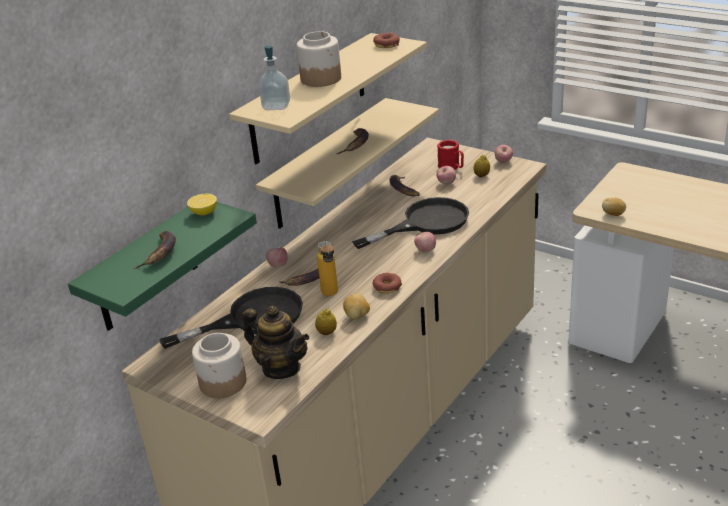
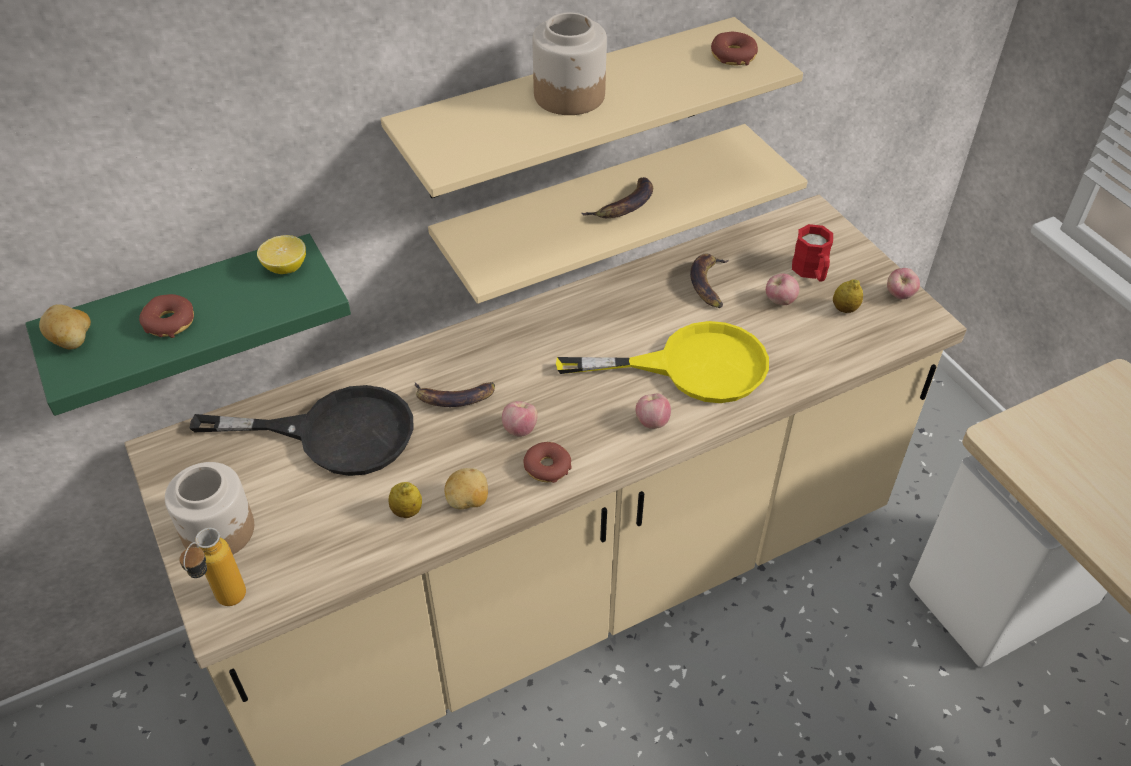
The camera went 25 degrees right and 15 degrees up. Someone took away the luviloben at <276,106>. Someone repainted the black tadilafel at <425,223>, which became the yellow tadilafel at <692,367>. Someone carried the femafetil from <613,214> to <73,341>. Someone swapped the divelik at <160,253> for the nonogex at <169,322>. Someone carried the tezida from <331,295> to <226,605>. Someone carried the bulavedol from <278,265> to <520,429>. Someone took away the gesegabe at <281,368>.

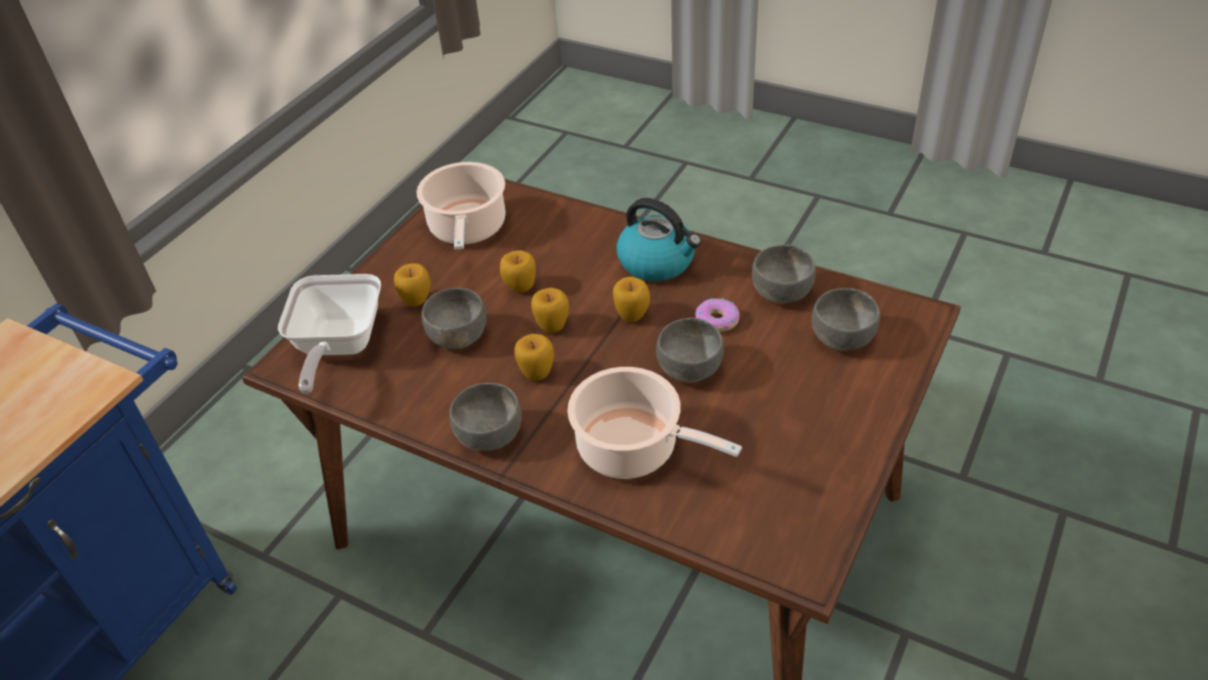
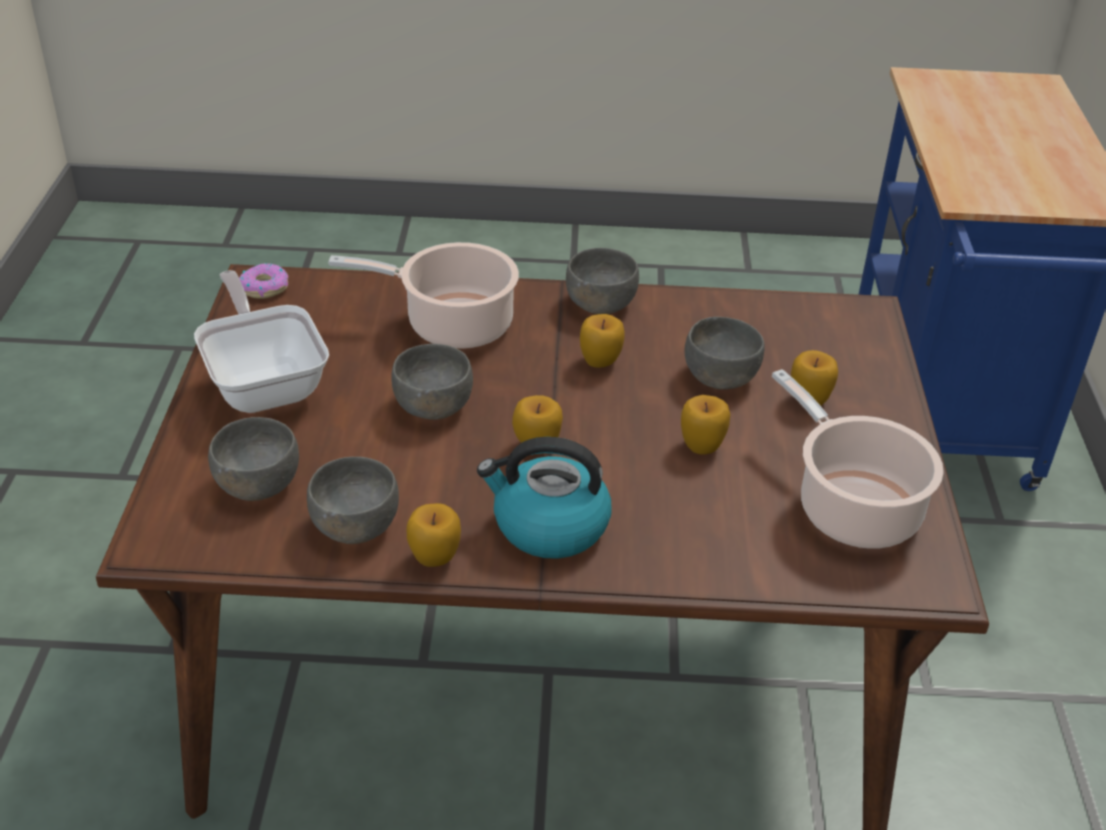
The camera went 150 degrees right and 5 degrees down. Someone carried the tadilafel from <337,347> to <264,382>. Someone carried the bulavedol from <552,326> to <434,559>. Someone carried the nonogex from <716,321> to <264,287>.

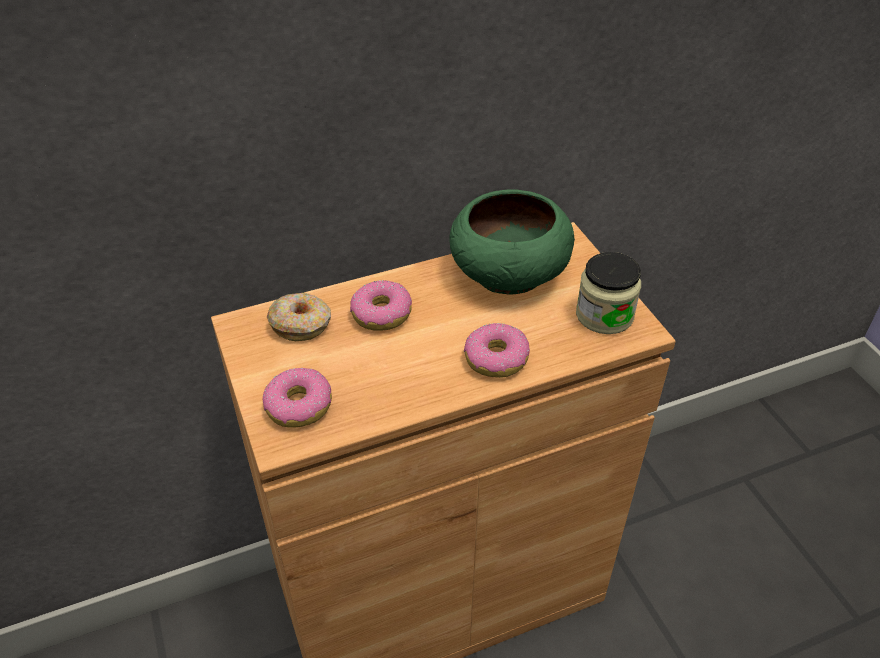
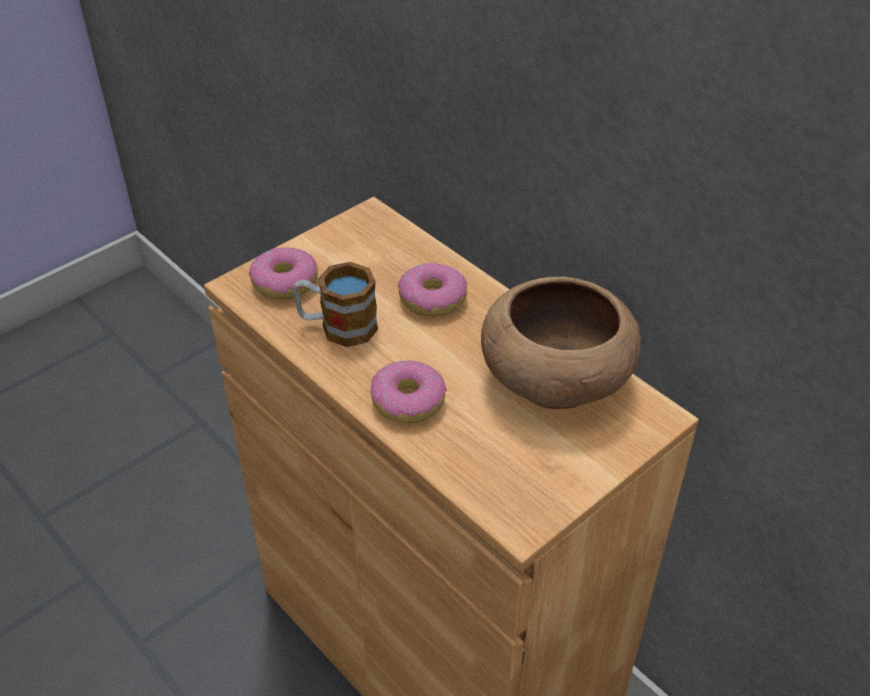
The camera went 70 degrees right and 0 degrees up. Someone repainted the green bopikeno at <507,273>, which became the brown bopikeno at <555,378>. Someone took away the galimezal at <604,315>. Someone took away the nonogex at <301,324>. Someone put down the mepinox at <337,326>.

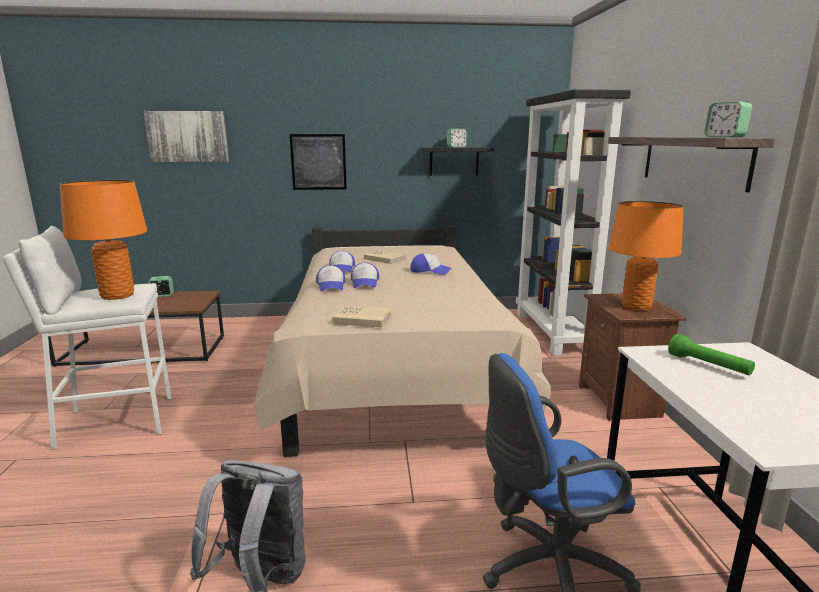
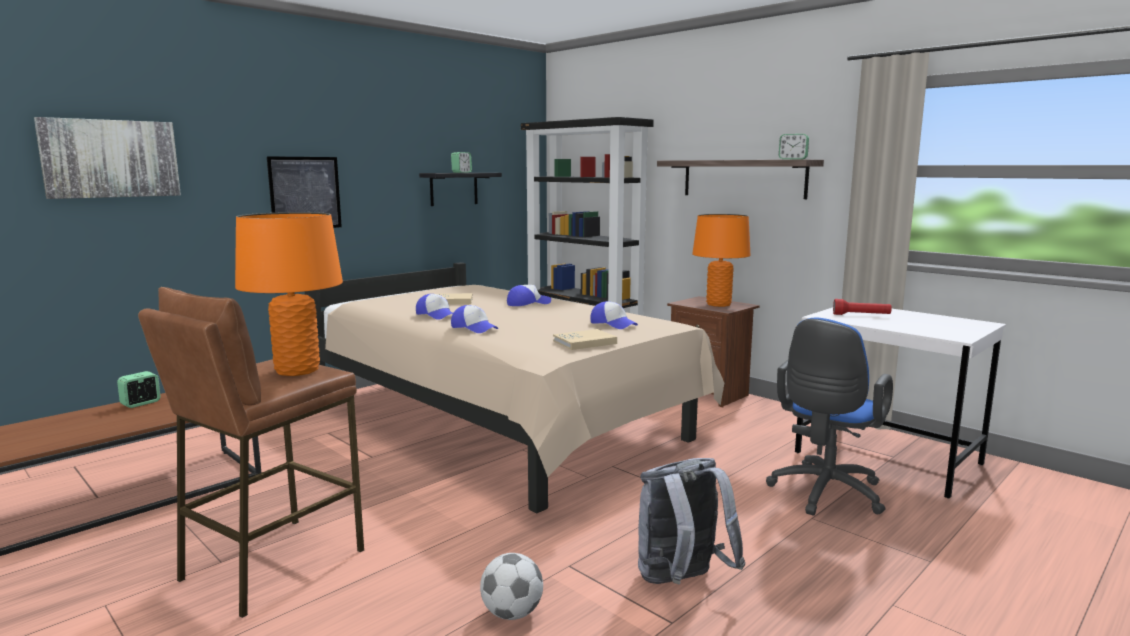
The camera went 40 degrees left and 5 degrees down. Someone repainted the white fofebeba at <116,421>, which became the brown fofebeba at <272,564>. Someone carried the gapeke from <365,283> to <613,324>. Someone repainted the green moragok at <708,366>, which became the red moragok at <861,315>. Someone put down the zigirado at <512,613>.

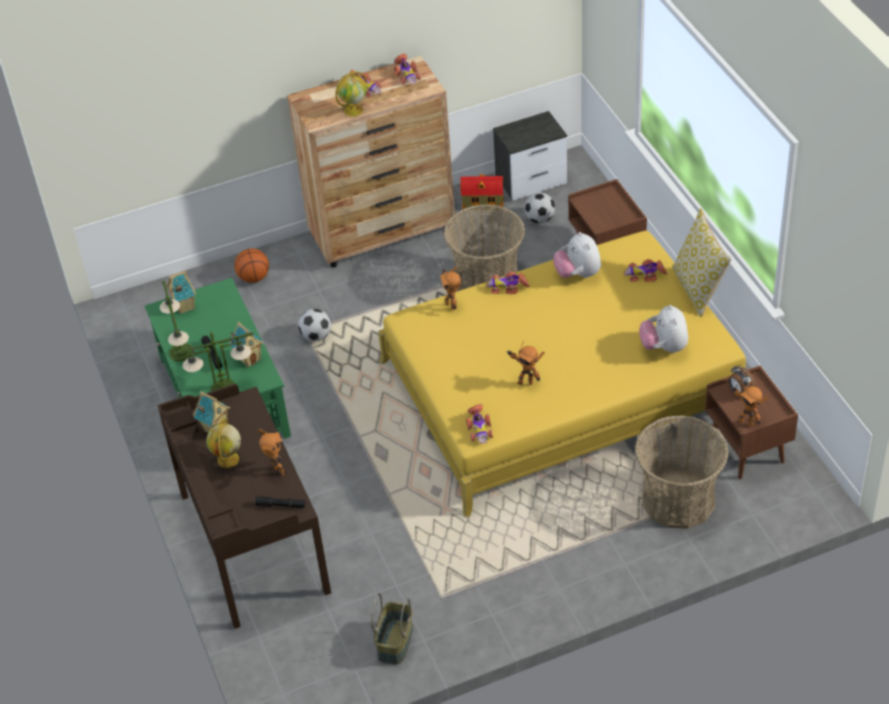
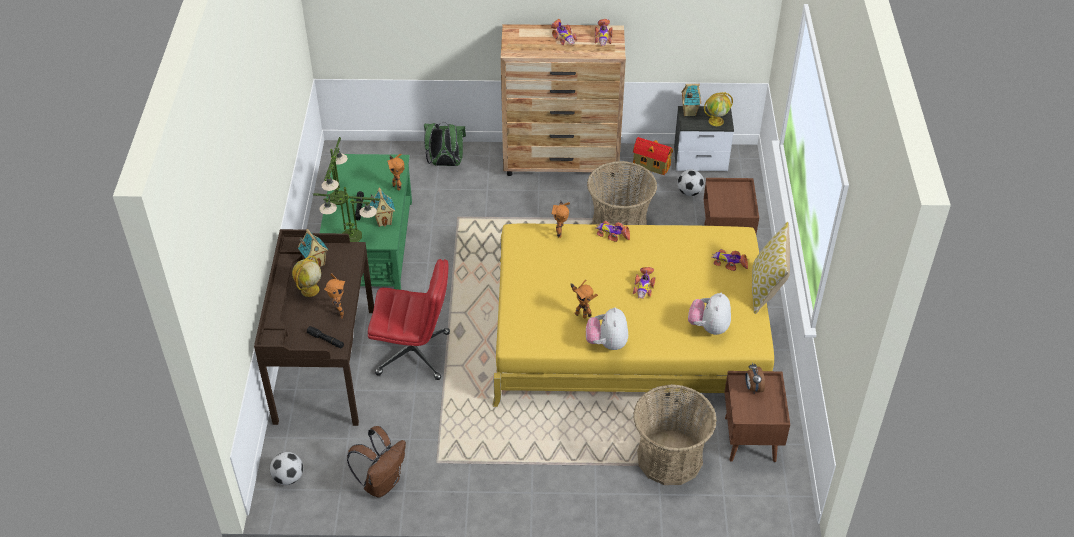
The camera went 20 degrees right and 0 degrees up. Someone carried the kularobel from <354,110> to <716,121>. Someone carried the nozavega from <578,274> to <607,343>. Someone swapped the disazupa at <254,278> for the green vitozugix at <445,163>. Someone carried the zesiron from <184,307> to <688,112>. Someone carried the zigirado from <316,336> to <288,477>. Someone carried the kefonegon from <746,421> to <397,186>. Someone carried the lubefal from <479,428> to <644,286>. Someone swapped the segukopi at <394,641> for the brown vitozugix at <382,483>. Someone put down the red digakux at <414,353>.

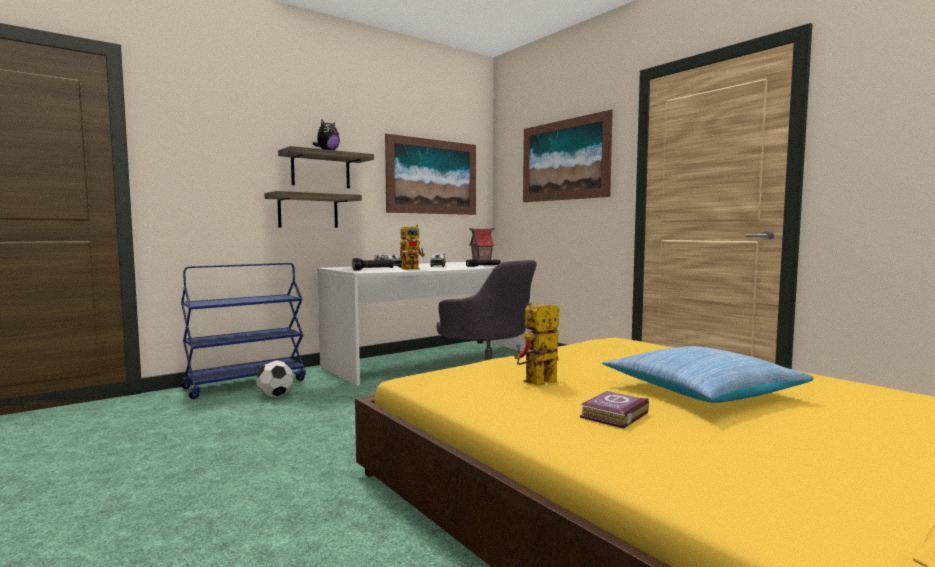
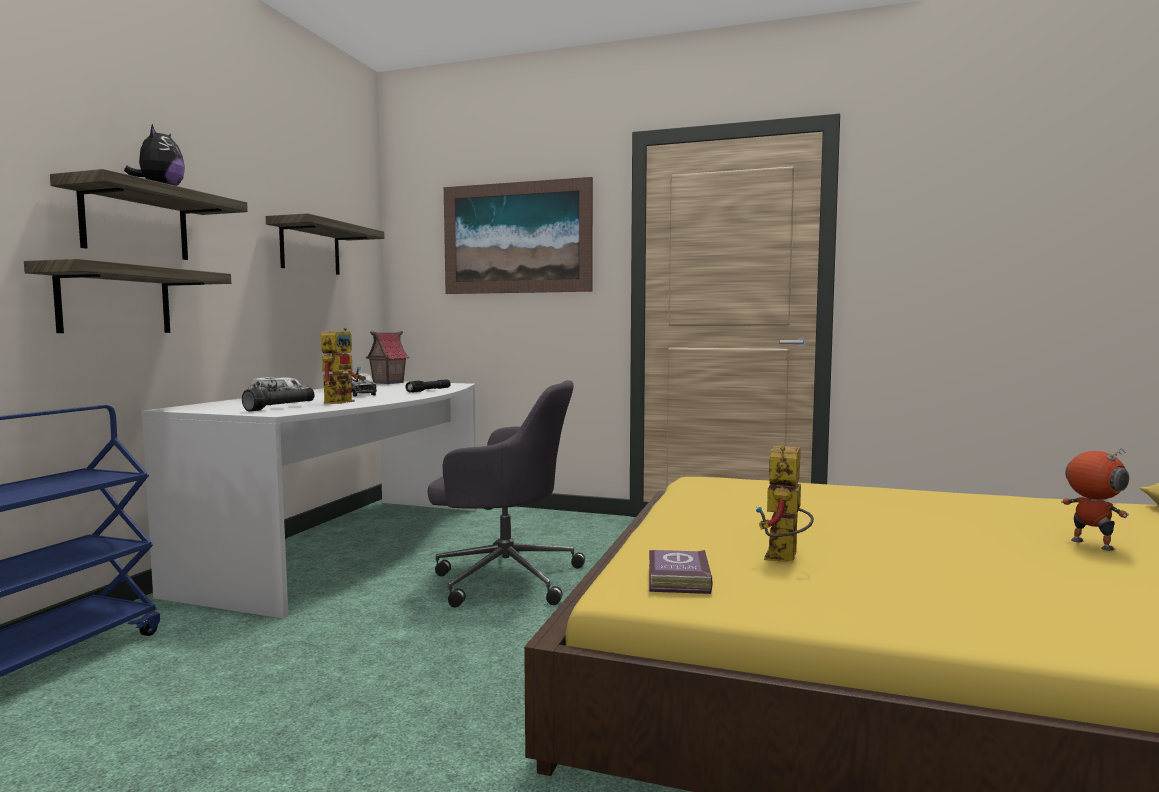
The camera went 35 degrees left and 0 degrees up. Someone swapped the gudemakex at <432,177> for the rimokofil at <310,248>. Someone took away the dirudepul at <701,390>. Someone took away the zigirado at <275,395>. Someone carried the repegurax from <612,415> to <677,579>. Someone put down the kefonegon at <1090,545>.

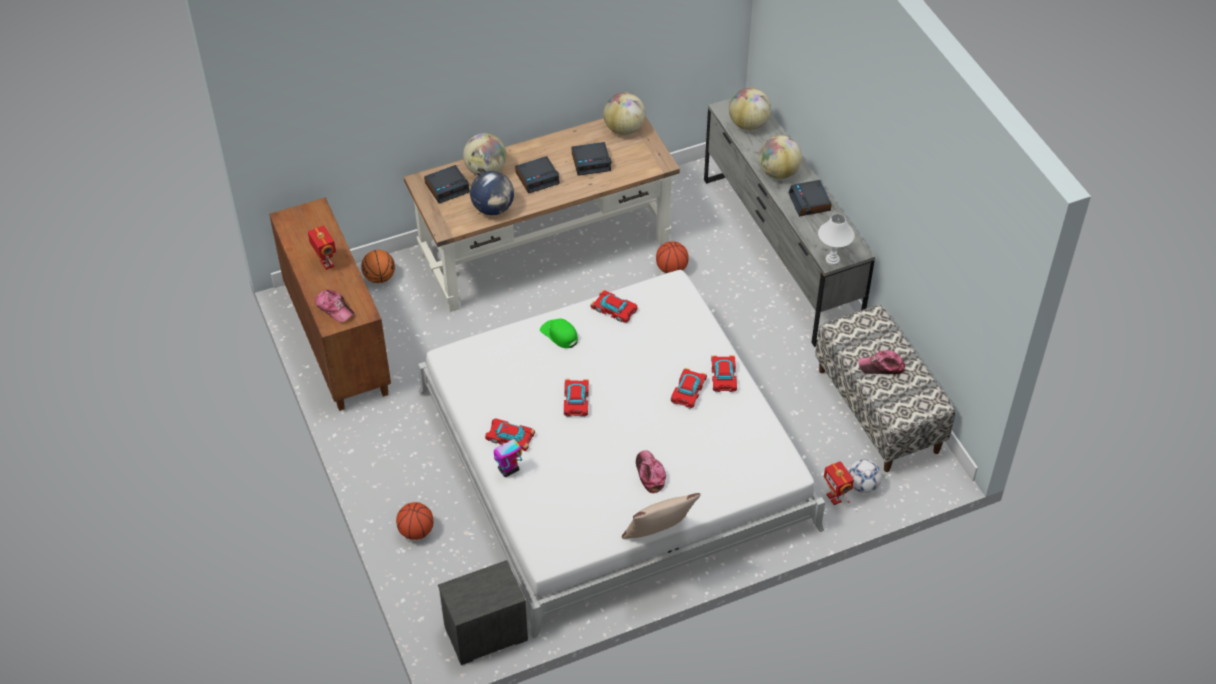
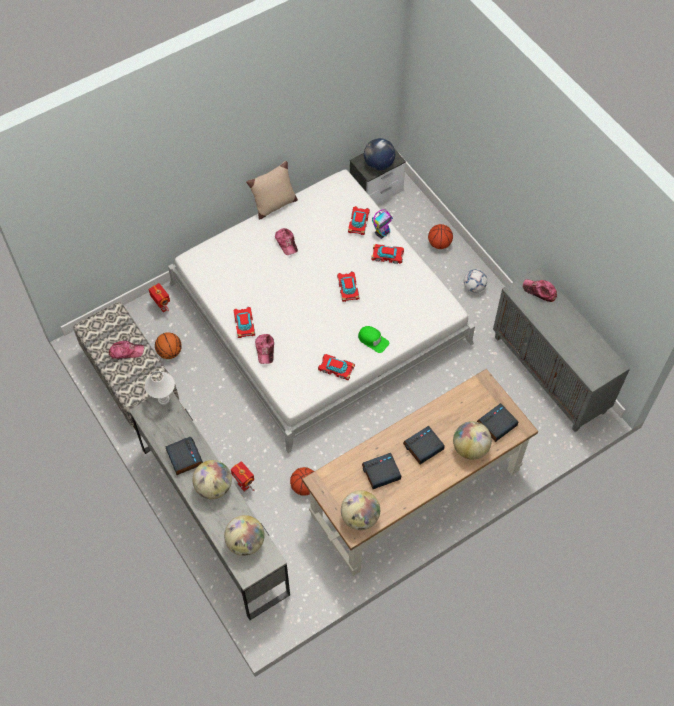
The camera went 170 degrees right and 10 degrees up. Someone carried the kularobel from <493,209> to <378,164>. Someone repainted the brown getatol at <336,342>, which became the grey getatol at <550,374>. Someone carried the kefonegon from <326,264> to <244,485>. Someone carried the disazupa from <379,277> to <170,352>. Someone carried the lubefal from <688,390> to <359,222>. Someone carried the zigirado from <862,486> to <474,287>. Someone put down the gapeke at <265,350>.

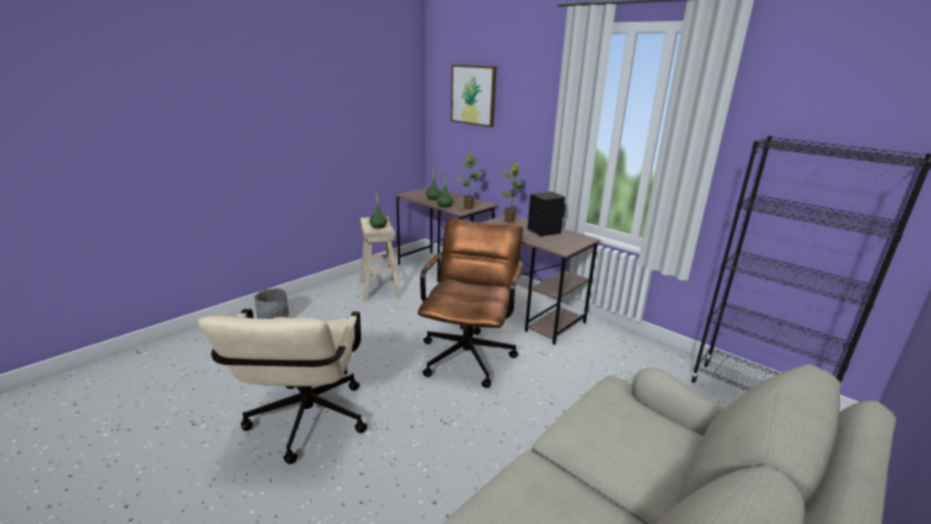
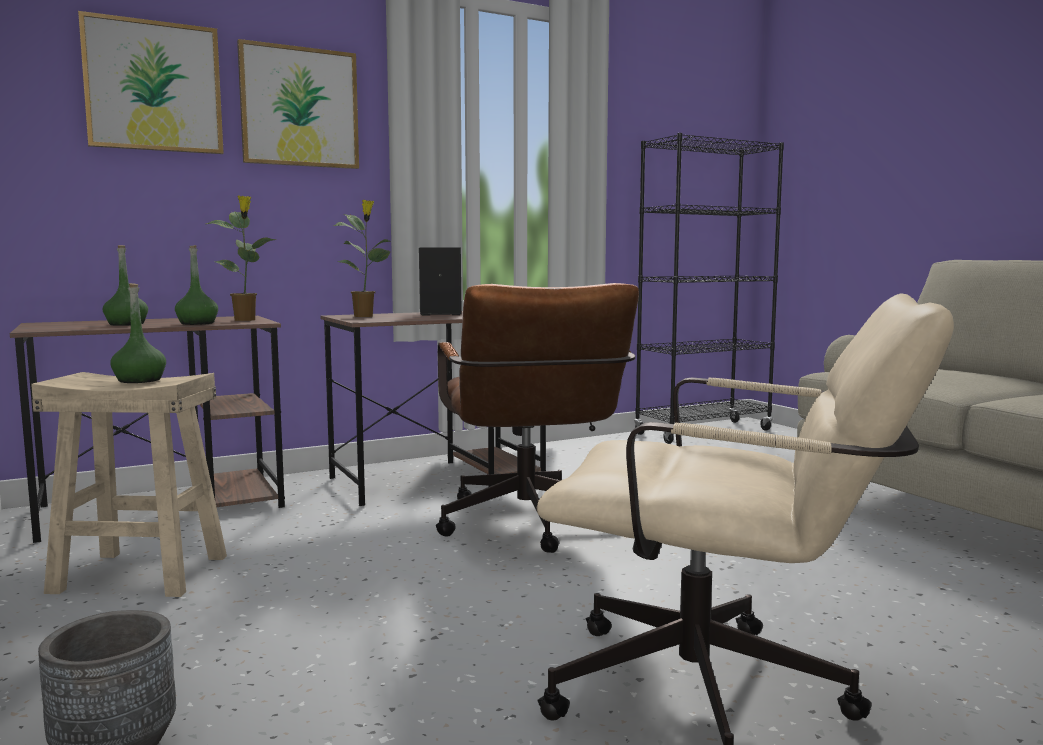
The camera went 70 degrees left and 15 degrees down. Someone rotated the brown digakux at <469,353> by 135 degrees counterclockwise. Someone put up the gudemakex at <299,107>.

